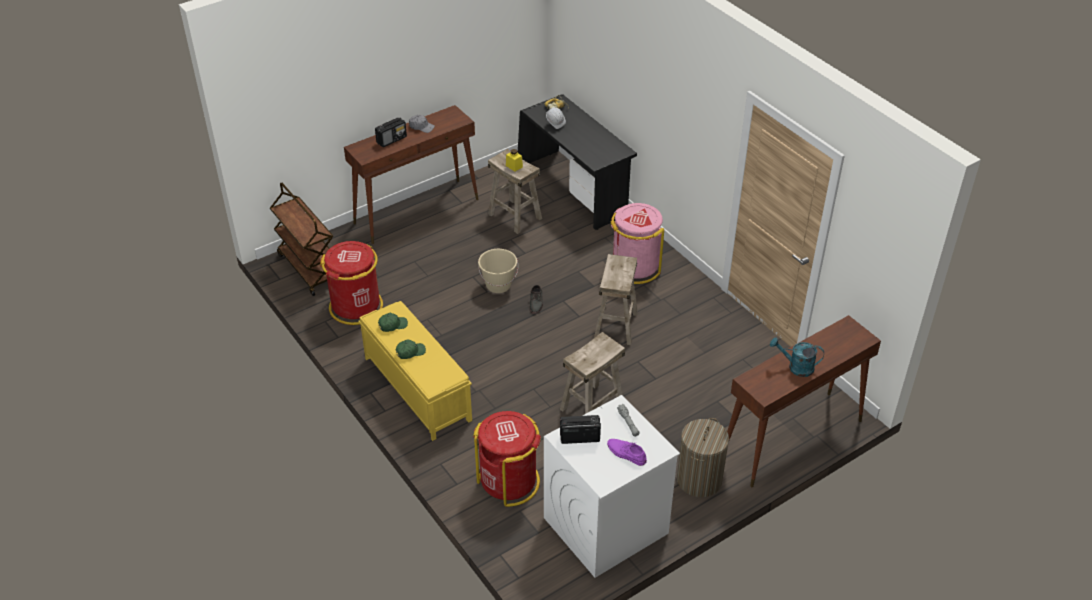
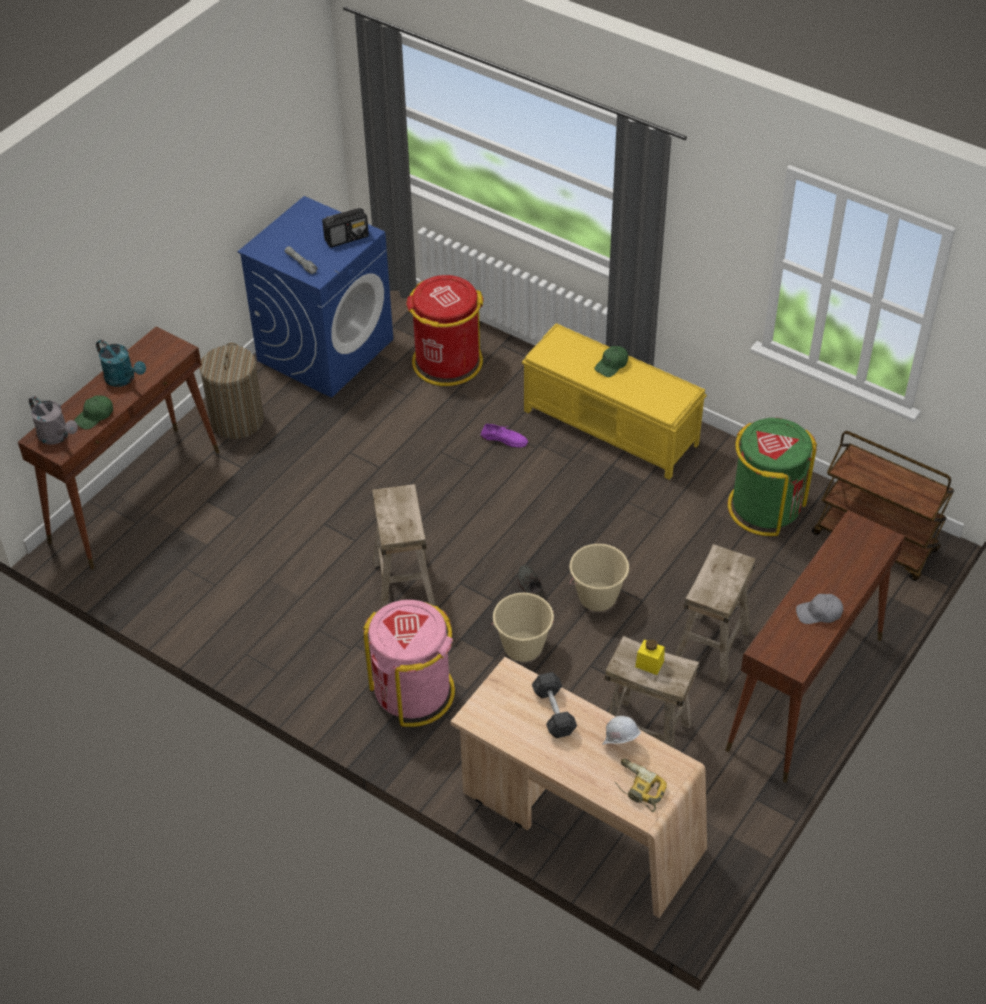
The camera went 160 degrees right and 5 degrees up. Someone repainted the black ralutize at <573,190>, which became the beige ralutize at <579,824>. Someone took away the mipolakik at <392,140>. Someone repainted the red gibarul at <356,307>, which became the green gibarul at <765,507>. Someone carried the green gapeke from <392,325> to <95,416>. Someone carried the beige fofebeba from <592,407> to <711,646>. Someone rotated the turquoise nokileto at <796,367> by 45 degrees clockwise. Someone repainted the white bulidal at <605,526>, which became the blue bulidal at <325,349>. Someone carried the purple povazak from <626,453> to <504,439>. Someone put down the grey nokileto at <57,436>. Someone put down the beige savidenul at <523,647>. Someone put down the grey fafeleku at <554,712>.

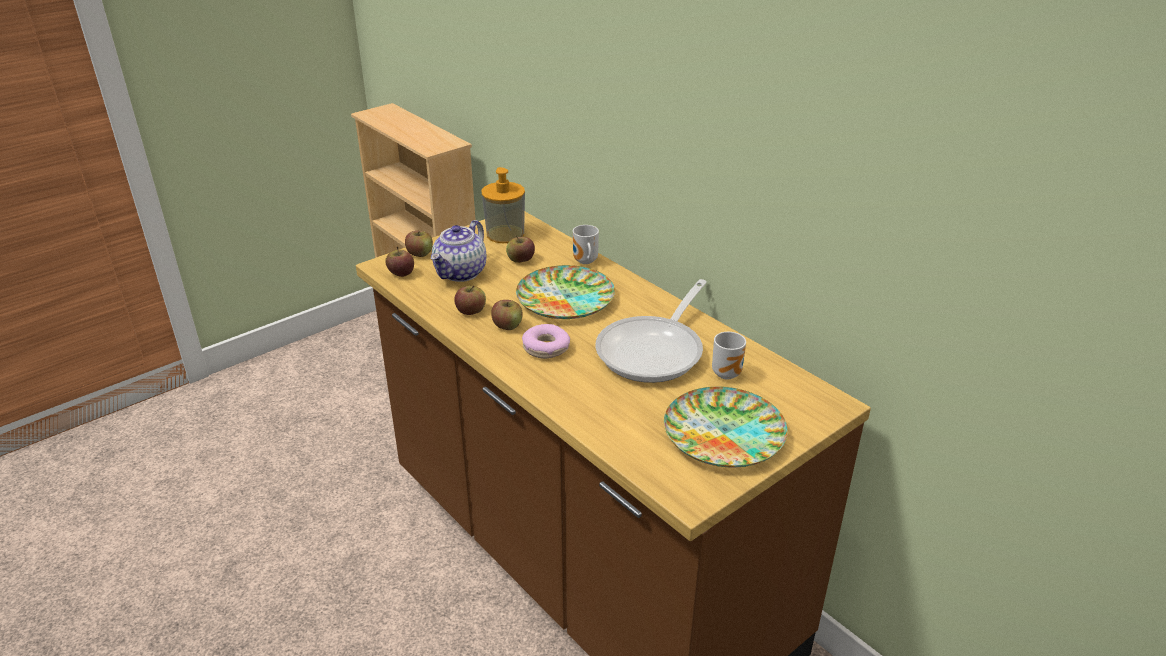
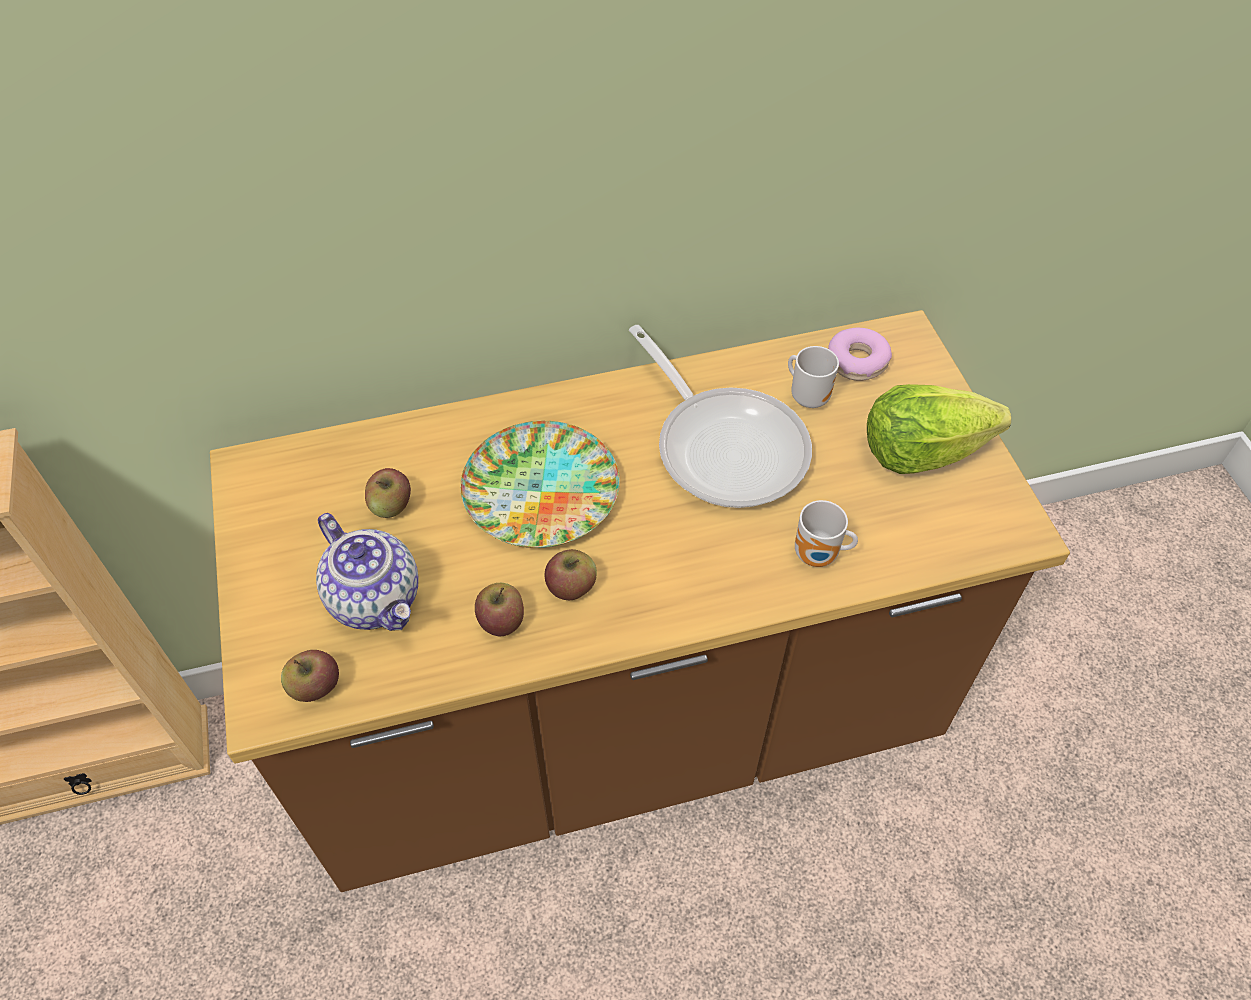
The camera went 65 degrees left and 20 degrees up. Someone took away the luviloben at <505,234>. Someone carried the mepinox from <584,262> to <818,557>. Someone took away the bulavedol at <420,253>. Someone carried the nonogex from <546,348> to <857,361>. Someone swapped the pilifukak at <724,433> for the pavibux at <920,451>.

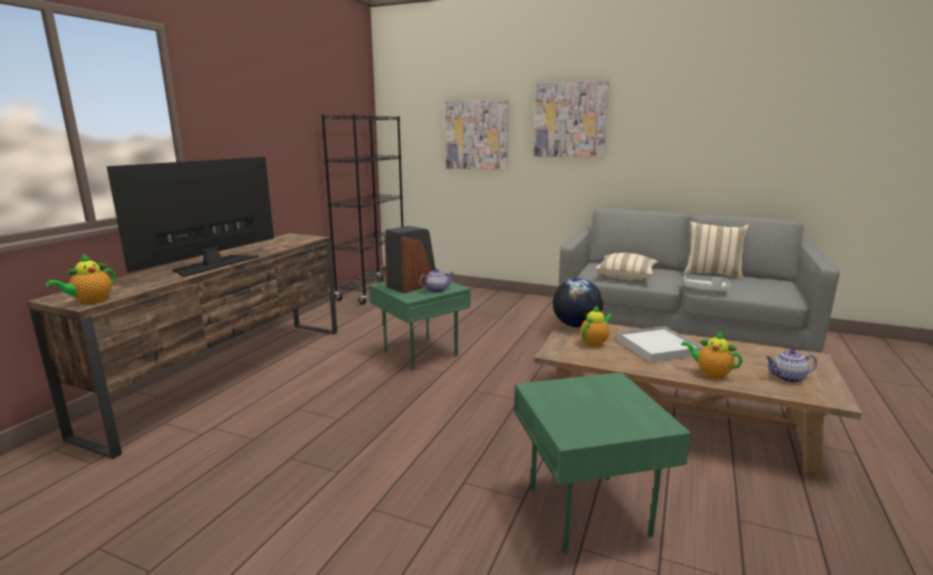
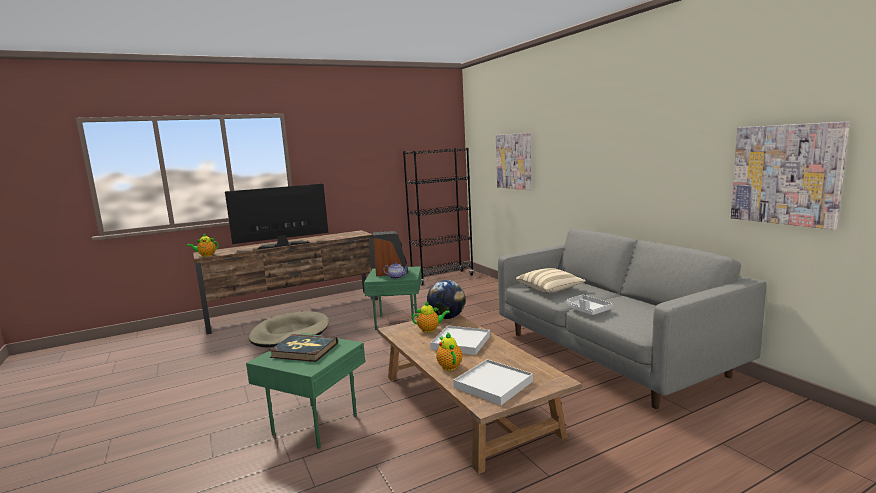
The camera went 40 degrees right and 5 degrees down. Someone carried the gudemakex from <570,120> to <785,174>. Someone took away the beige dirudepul at <712,274>. Someone swapped the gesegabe at <787,378> for the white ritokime at <493,384>. Someone put down the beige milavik at <290,333>. Someone put down the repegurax at <304,350>.

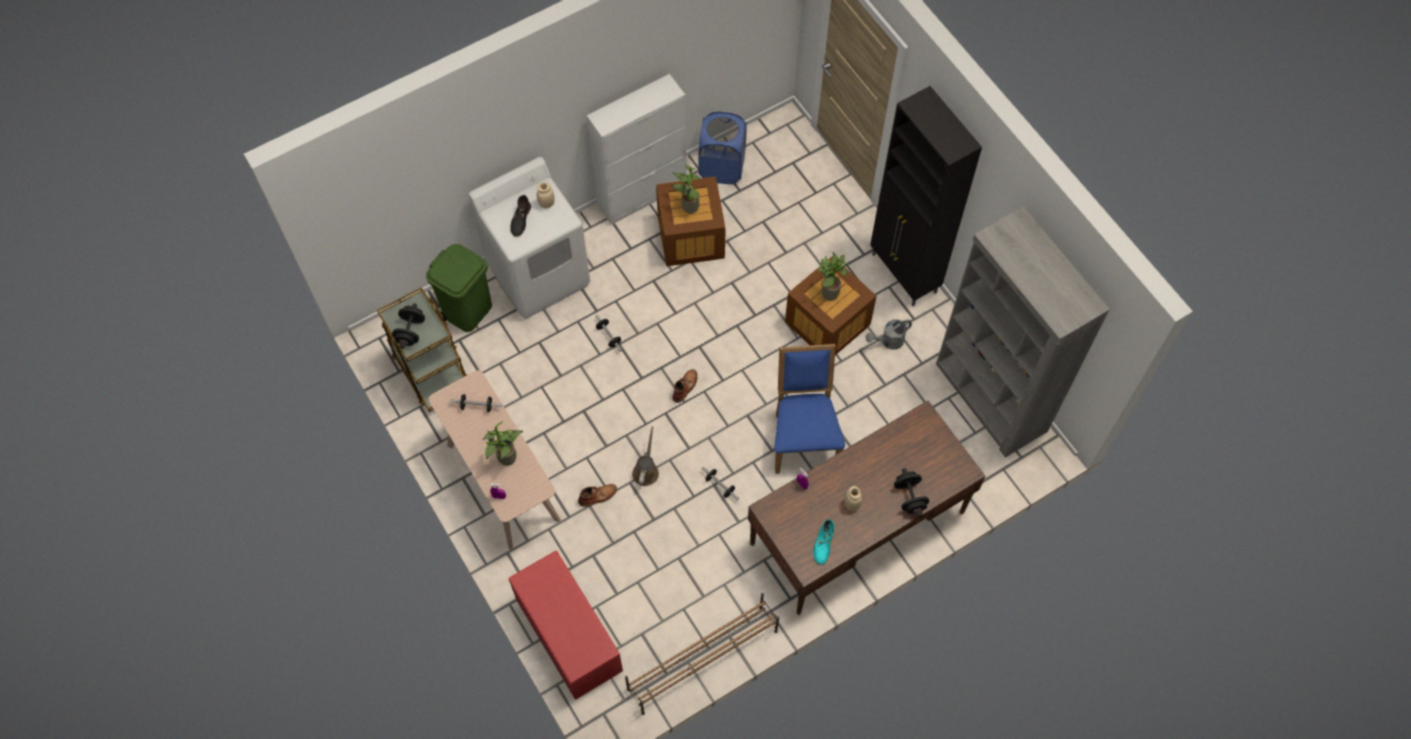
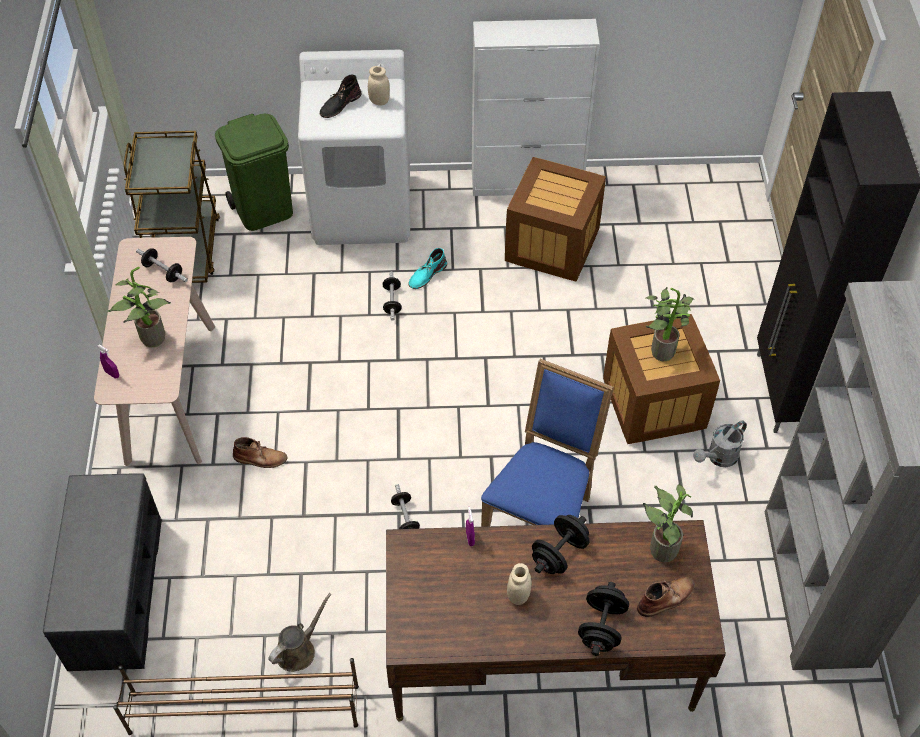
The camera went 30 degrees right and 10 degrees down. Someone took away the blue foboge at <722,167>. Someone carried the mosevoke from <687,206> to <659,548>. Someone carried the black fafeleku from <411,332> to <559,554>. Someone rotated the grey nokileto at <888,341> by 45 degrees counterclockwise. Someone carried the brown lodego from <685,386> to <666,598>. Someone carried the brown nokileto from <646,470> to <298,650>. Someone carried the turquoise lodego from <823,544> to <427,275>. Someone repainted the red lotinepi at <567,634>, which became the grey lotinepi at <114,591>.

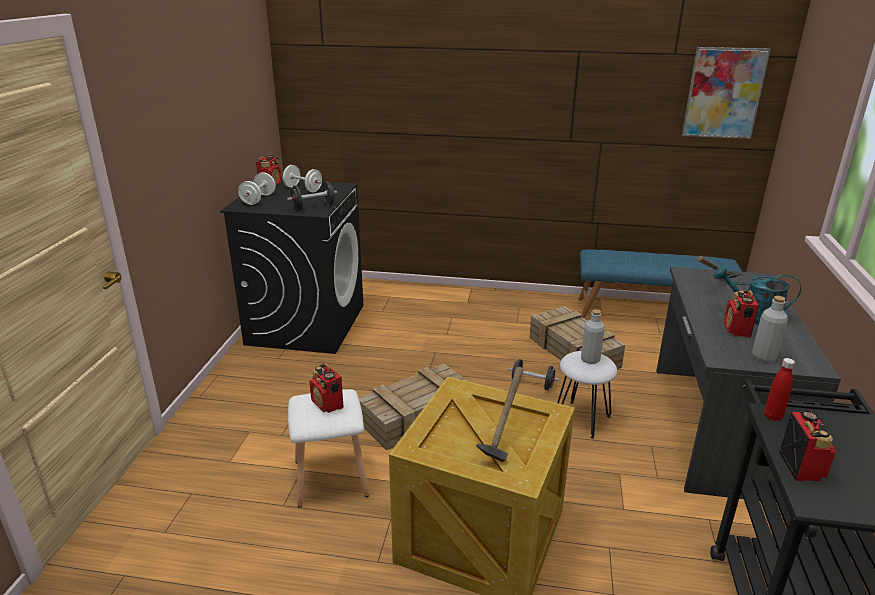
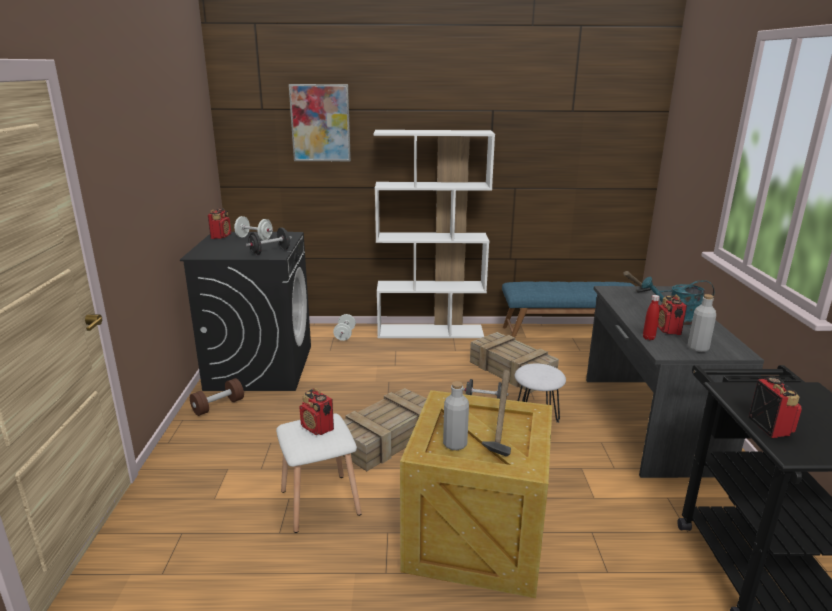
The camera went 10 degrees left and 5 degrees down. Someone carried the gudemakex from <724,93> to <320,123>. Someone carried the white fafeleku from <258,199> to <345,335>. Someone carried the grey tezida from <590,359> to <455,444>. Someone carried the red tezida from <772,417> to <648,338>. Someone put down the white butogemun at <431,331>. Someone put down the brown fafeleku at <218,406>.

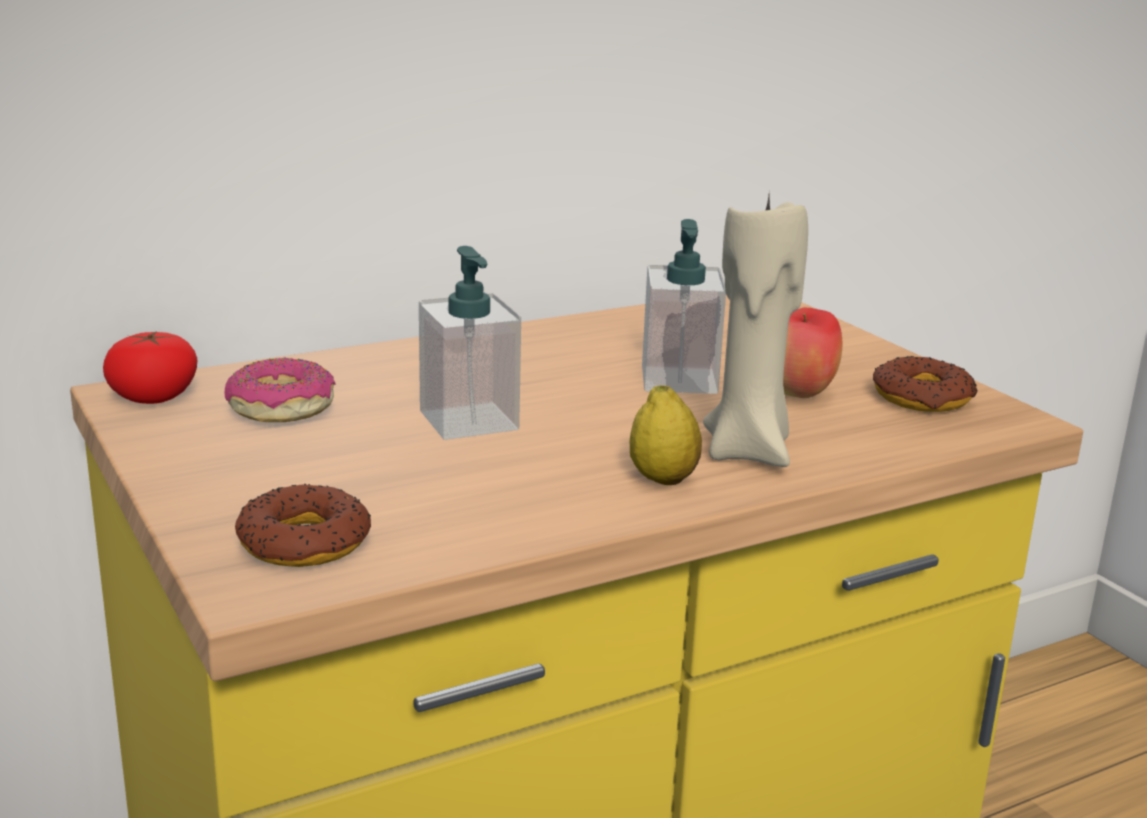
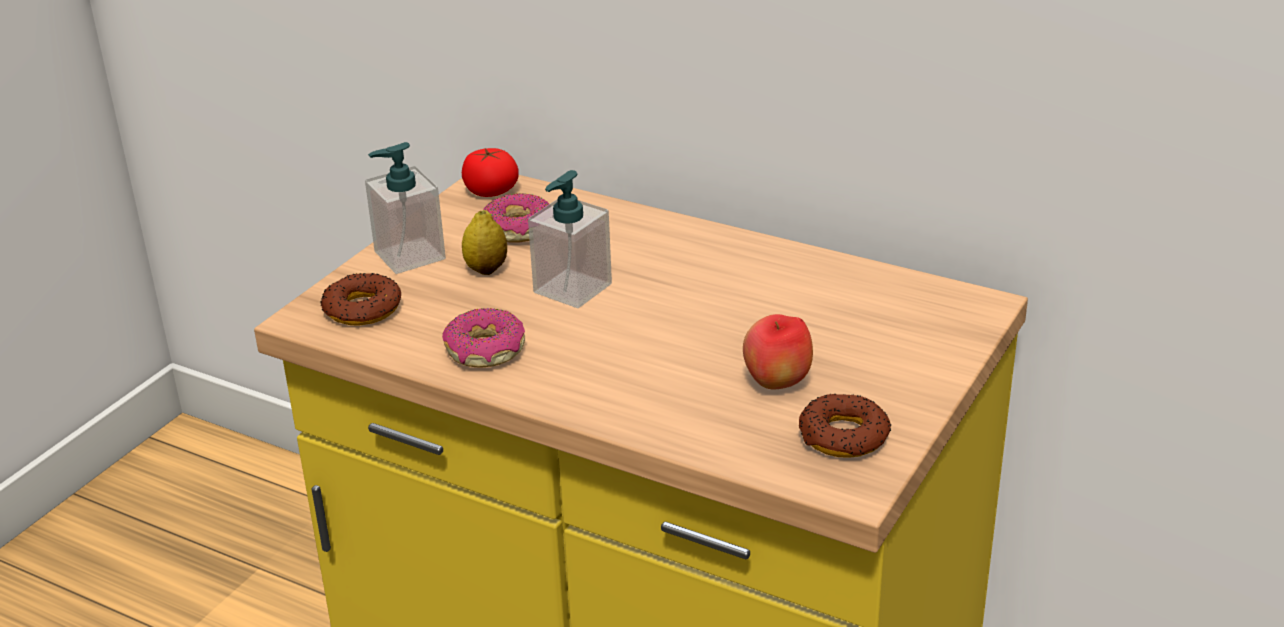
The camera went 60 degrees right and 10 degrees up. Someone took away the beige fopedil at <749,451>. Someone carried the luviloben from <679,380> to <409,255>. Someone carried the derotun from <663,479> to <486,269>. Someone put down the nonogex at <485,351>.

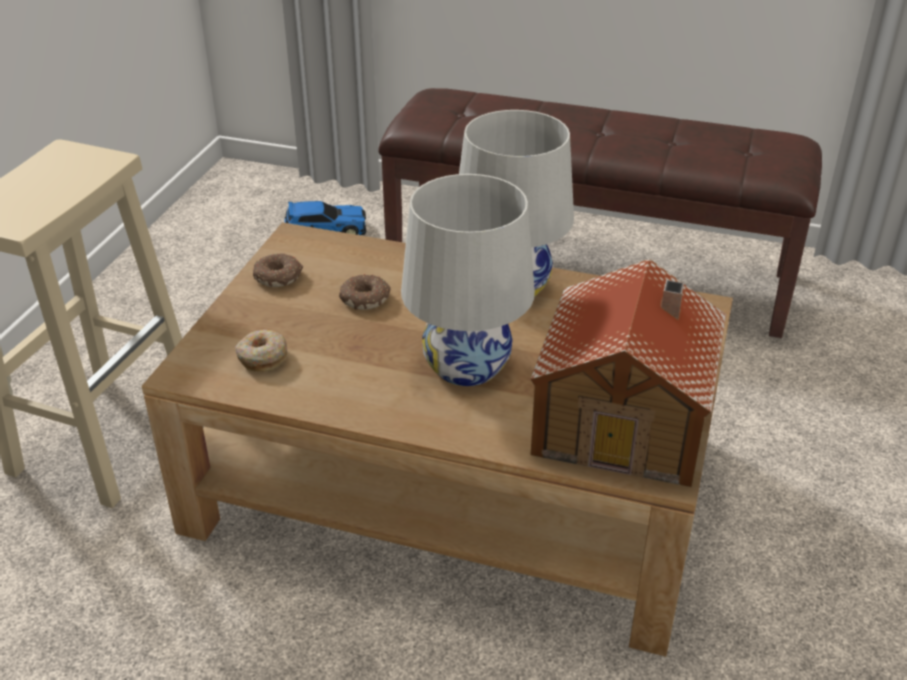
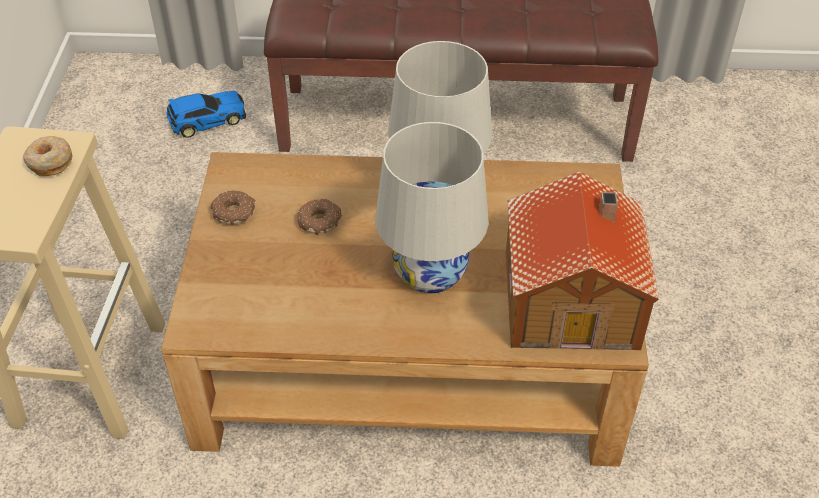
The camera went 15 degrees left and 10 degrees up. Someone carried the nonogex from <262,357> to <49,162>.

